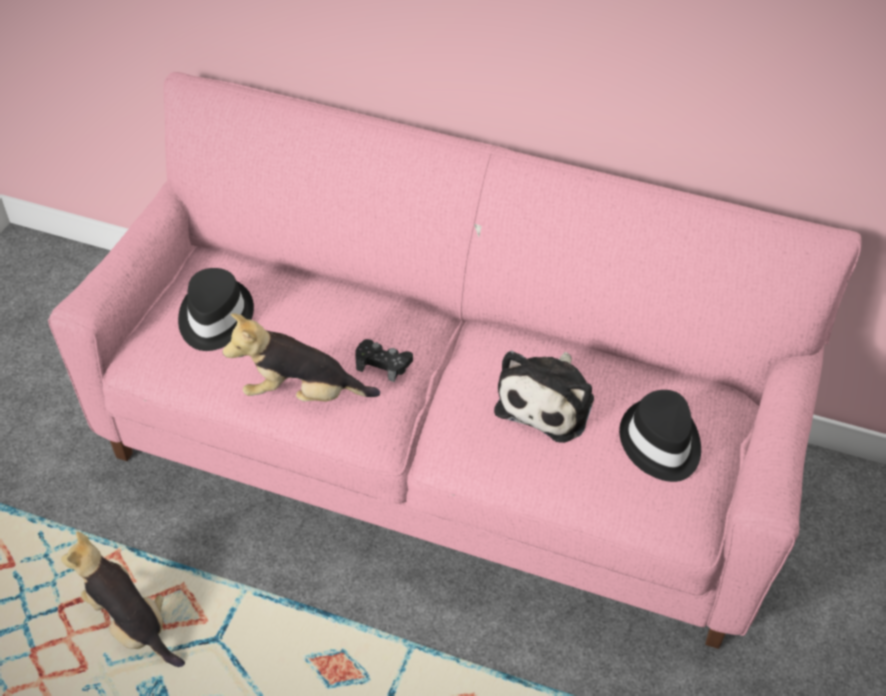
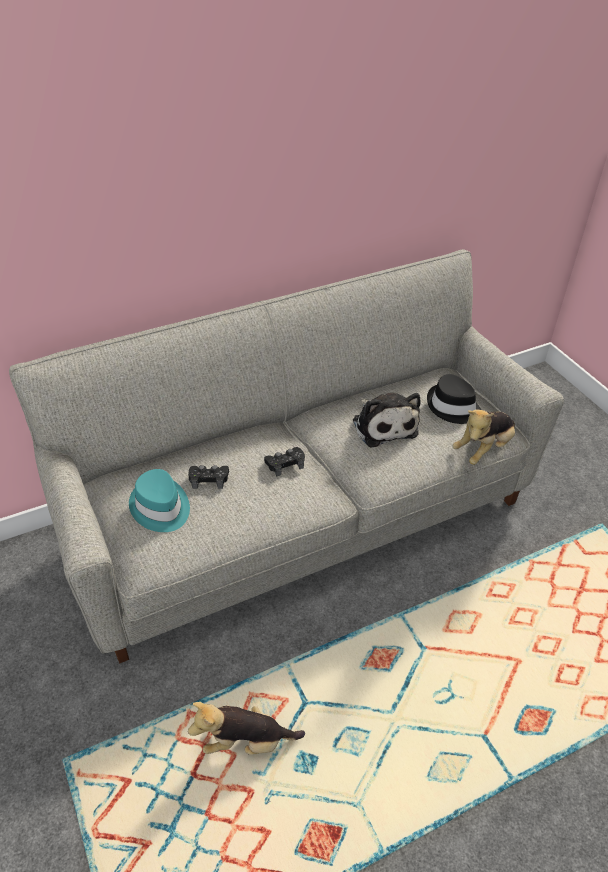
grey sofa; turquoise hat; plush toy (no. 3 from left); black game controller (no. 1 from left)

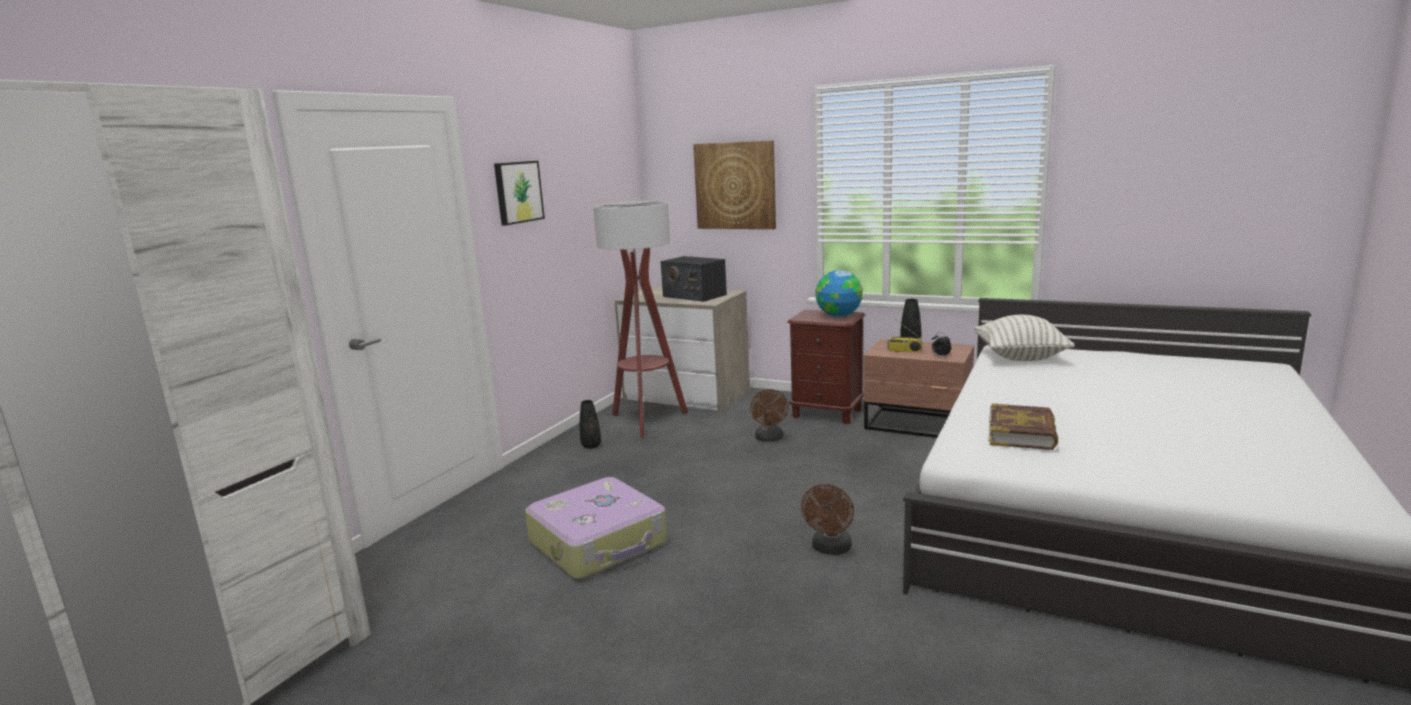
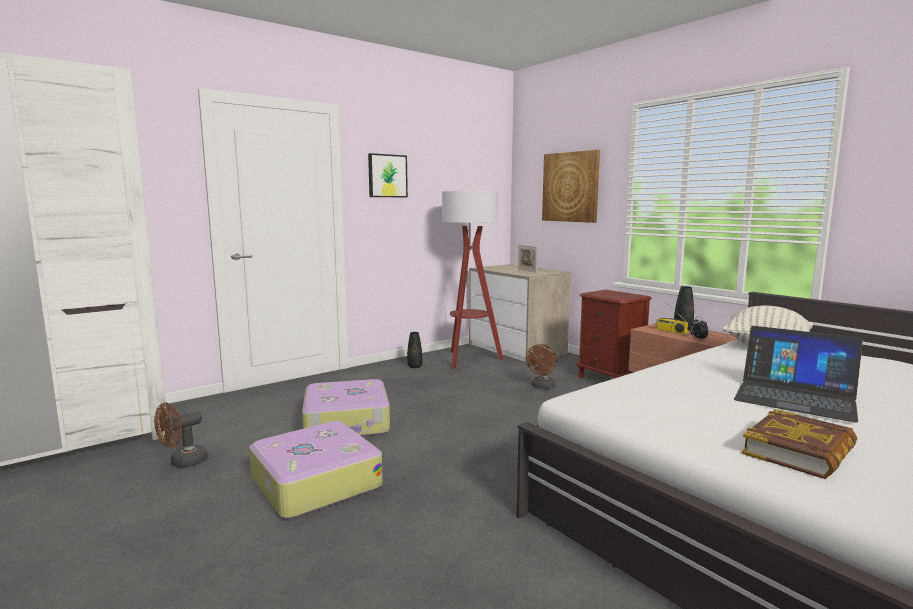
picture frame; globe; book; brown fan (no. 1 from left); laptop; suitcase (no. 1 from left)

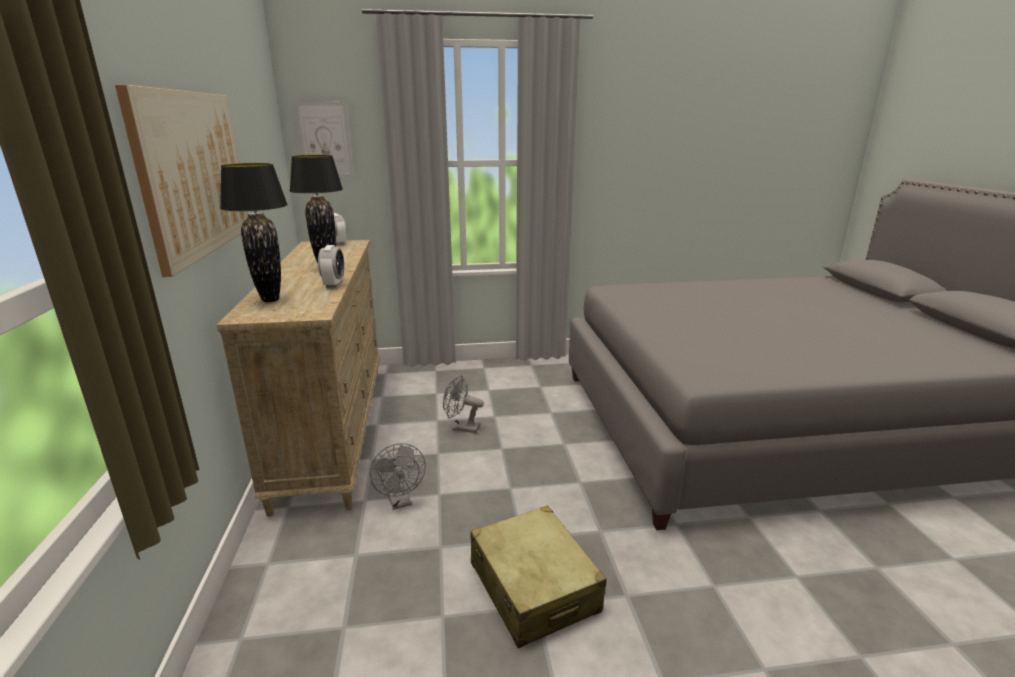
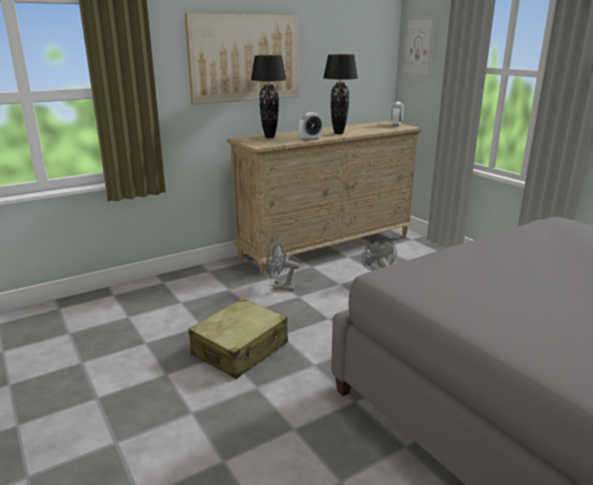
grey fan (no. 1 from left)

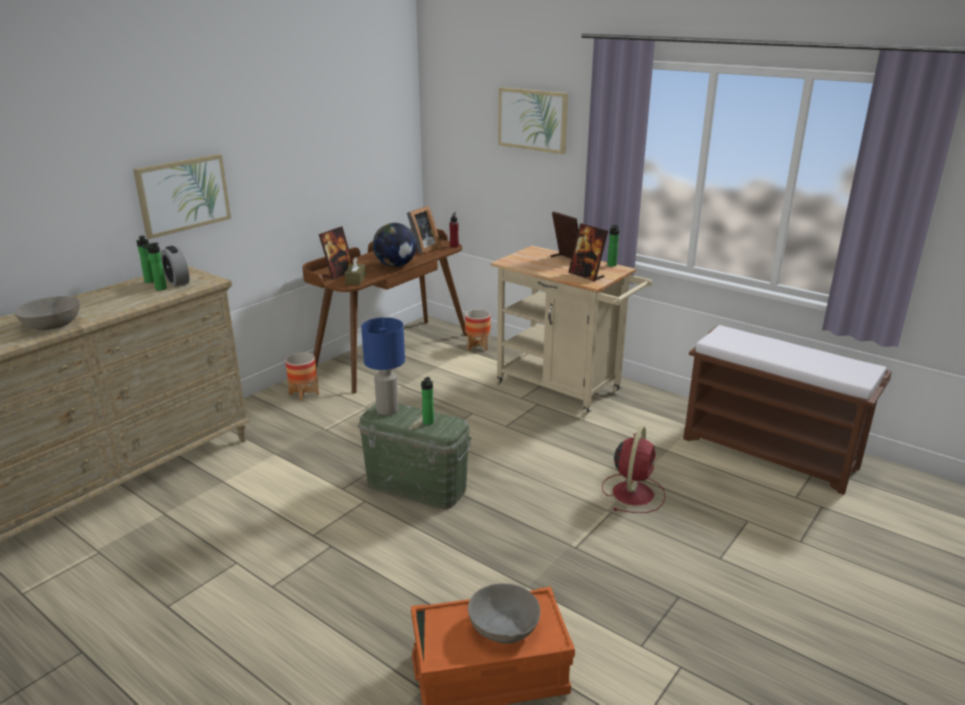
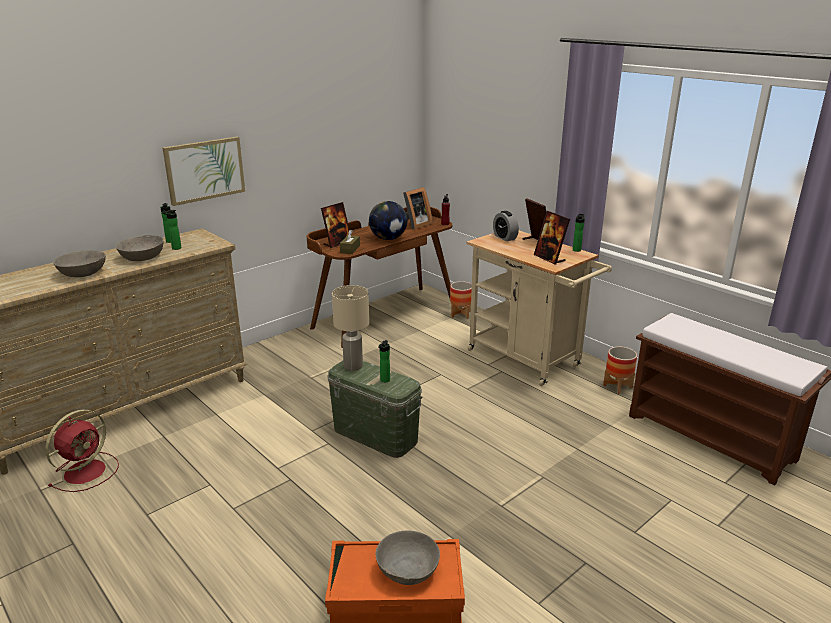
picture (no. 2 from left in the first image); alarm clock; beige table lamp; planter (no. 2 from left); red fan; grey bowl (no. 2 from left)

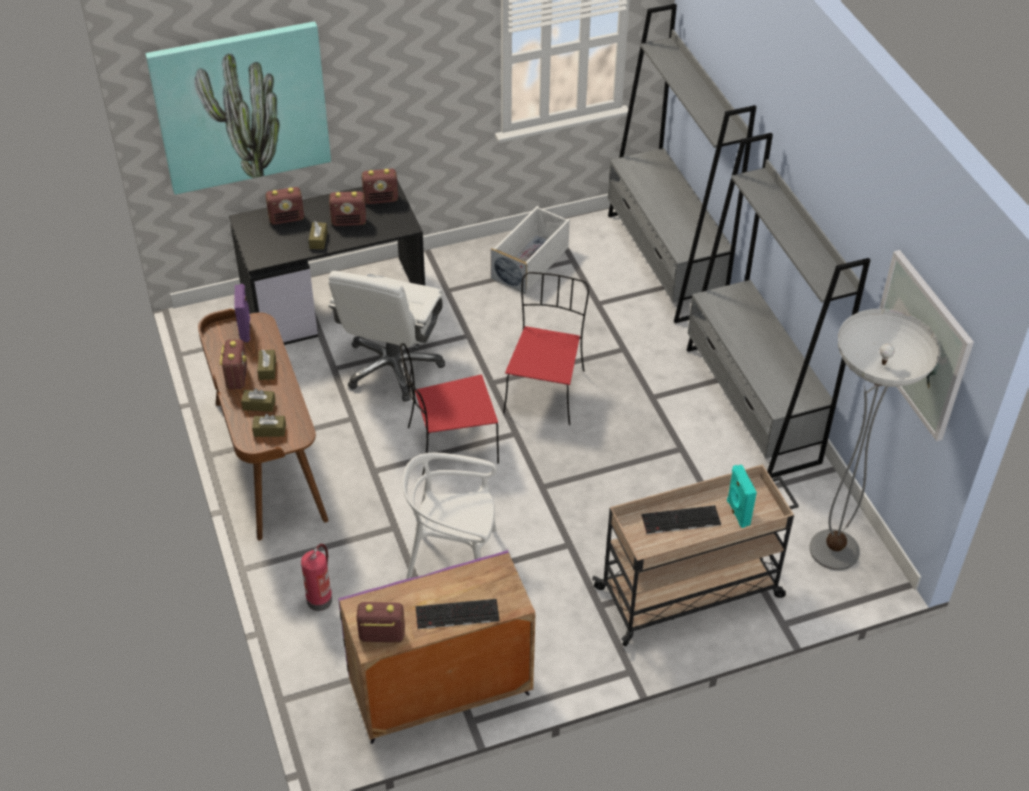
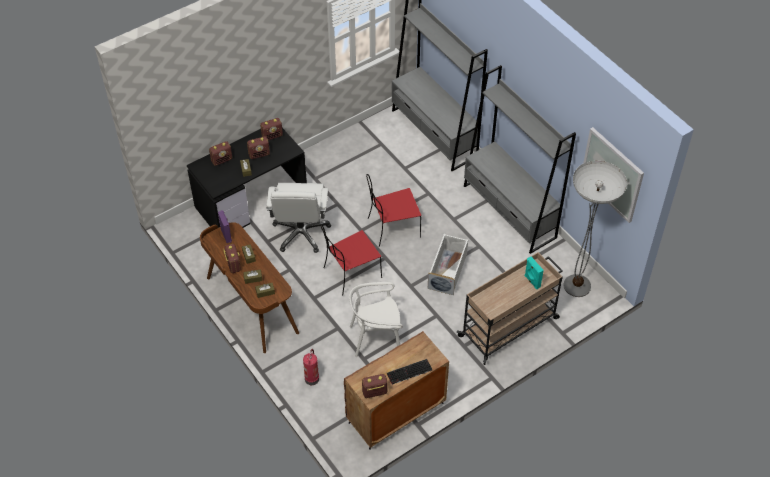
picture (no. 1 from left in the first image); white storage box; red chair (no. 2 from left); keyboard (no. 2 from left in the first image); brown cabinet

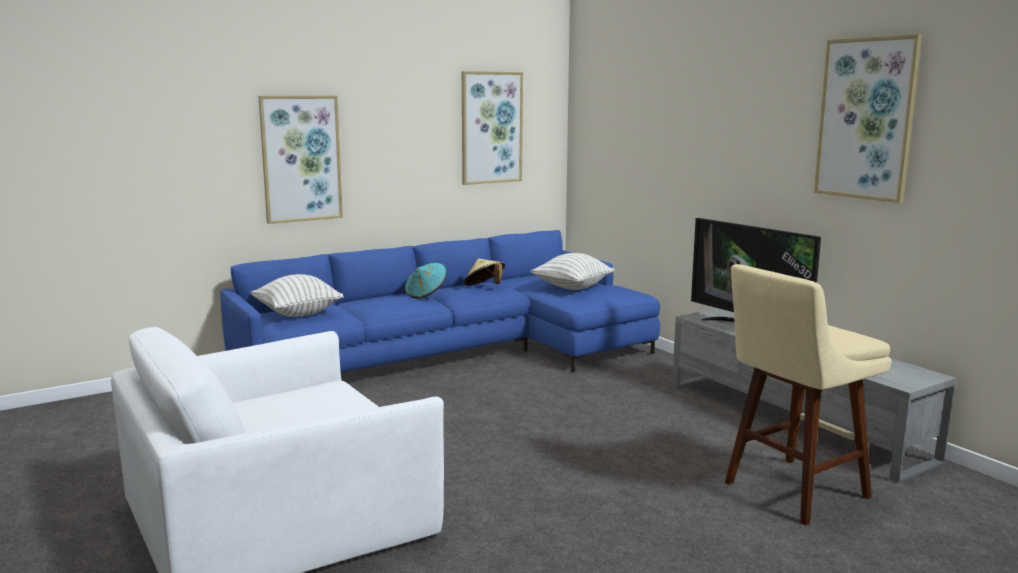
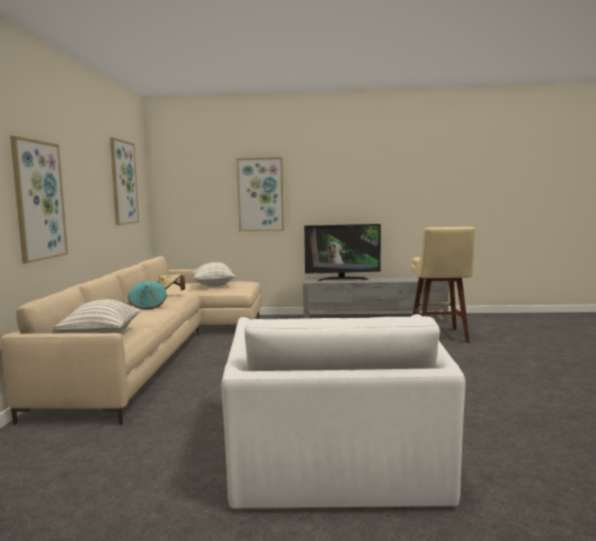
picture (no. 3 from left); beige sofa

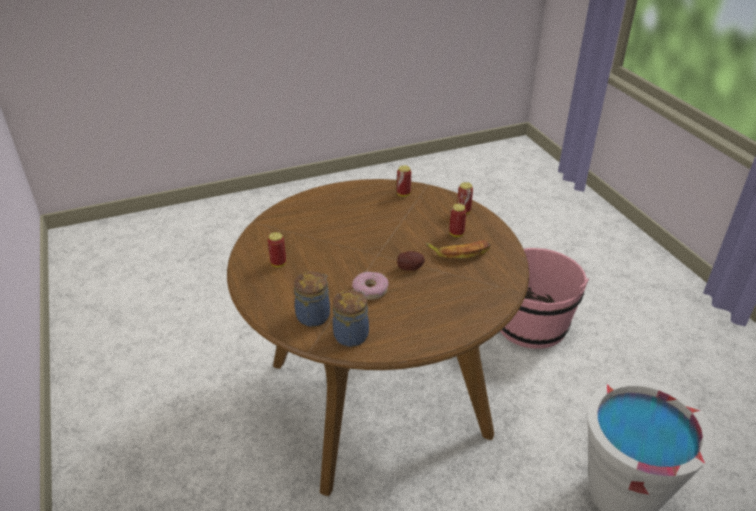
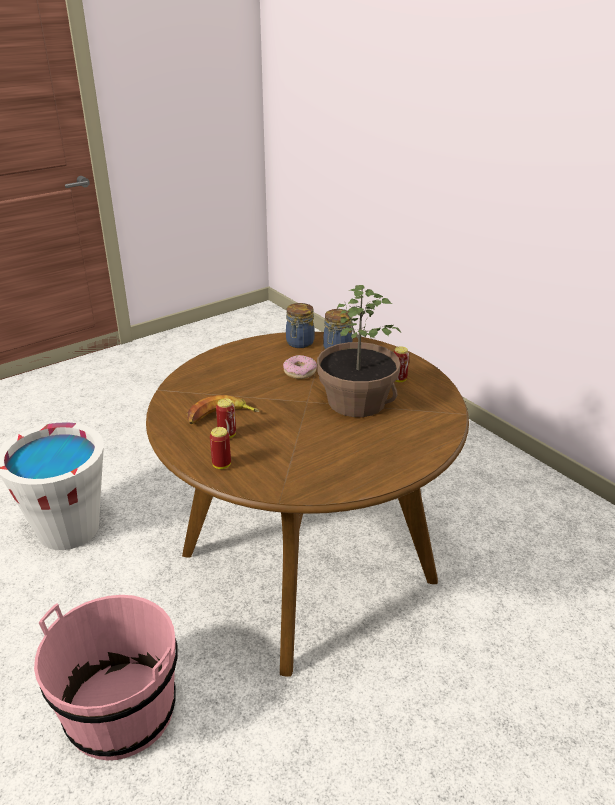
can (no. 2 from left in the first image); potato; potted plant

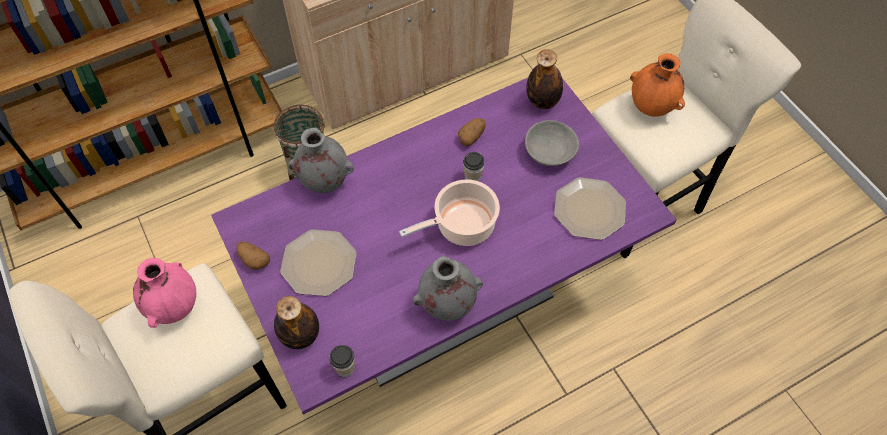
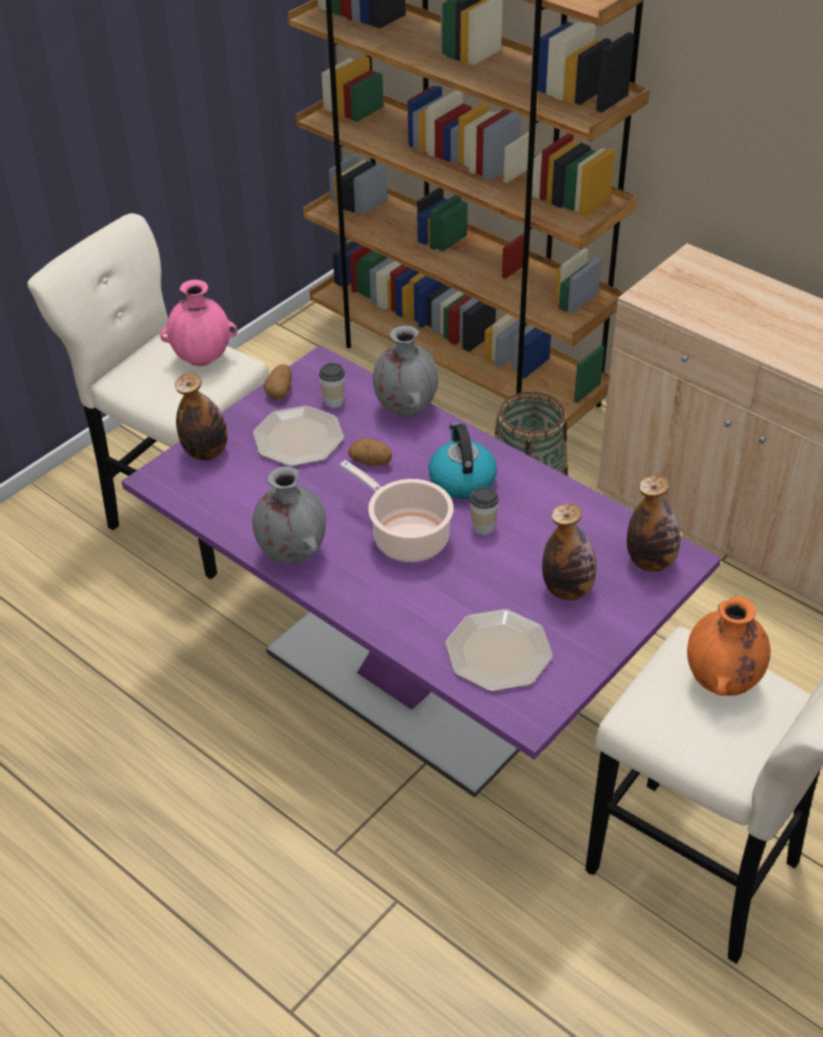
potato (no. 2 from left); bottle (no. 2 from left); cup (no. 1 from left); kettle

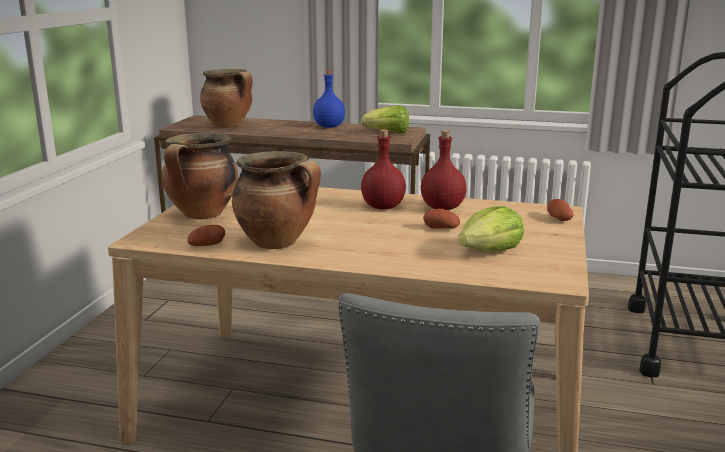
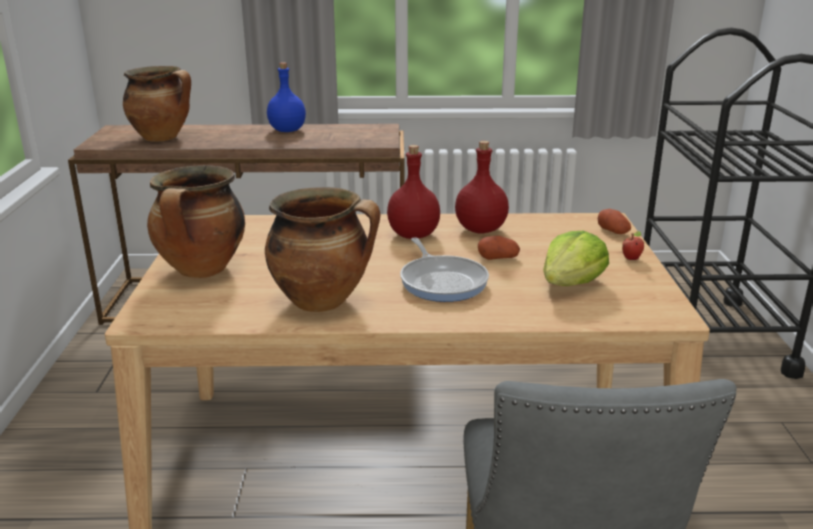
lettuce (no. 1 from left in the first image); potato (no. 1 from left in the first image); apple; frying pan

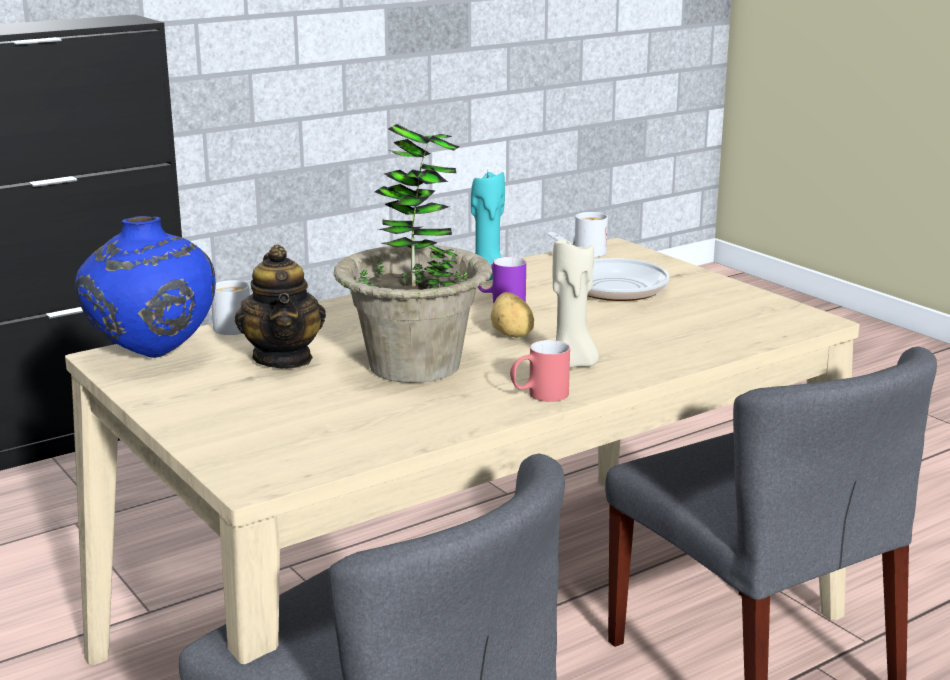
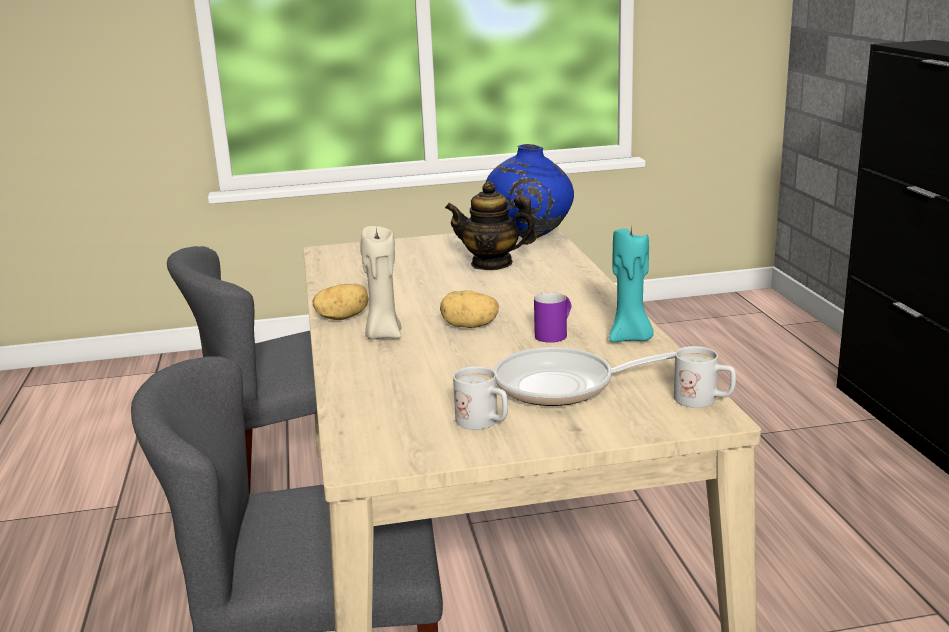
potted plant; white mug (no. 1 from left); potato (no. 1 from left)

